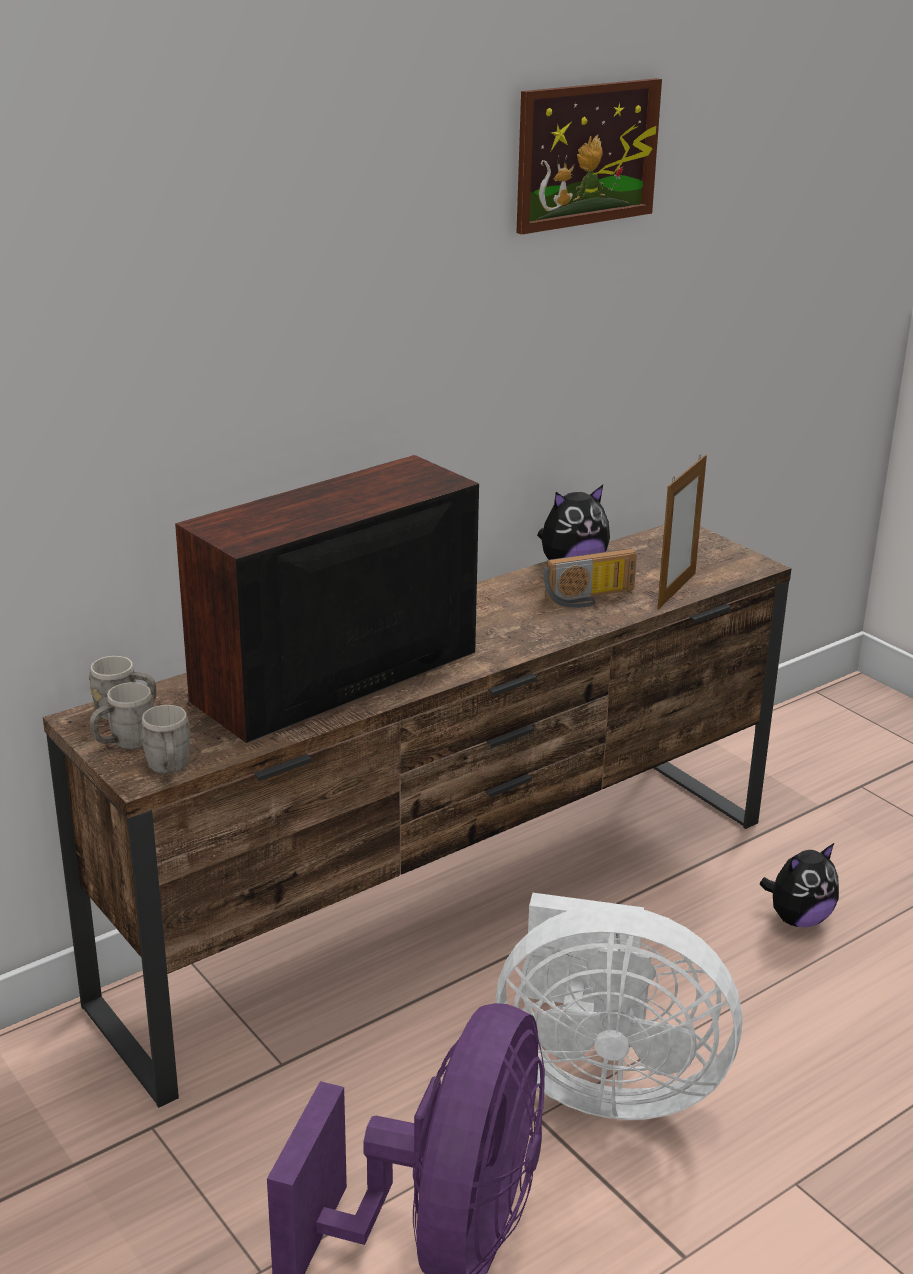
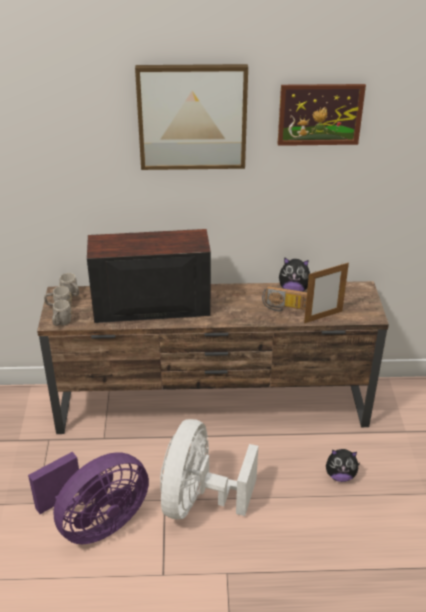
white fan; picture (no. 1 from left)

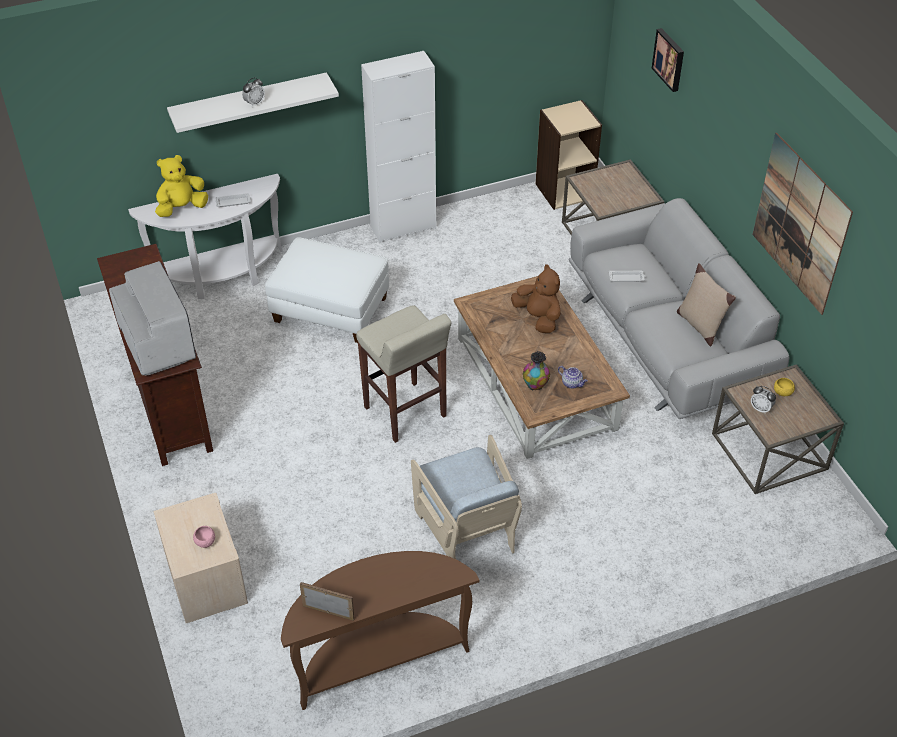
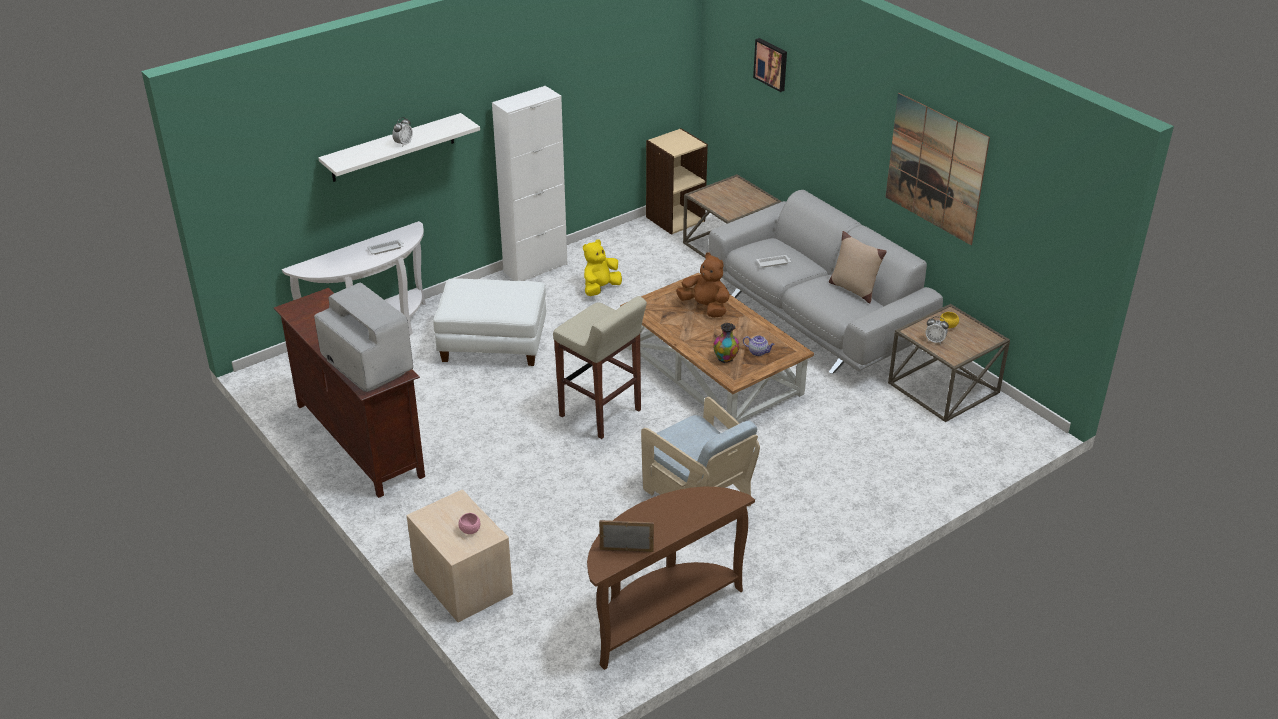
yellow plush toy

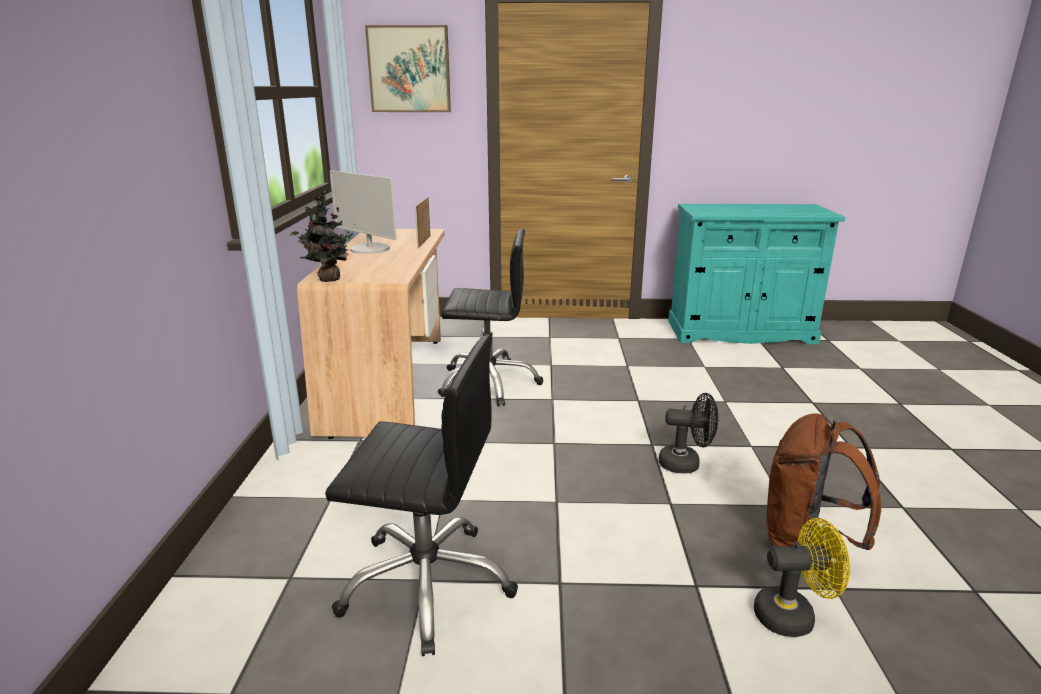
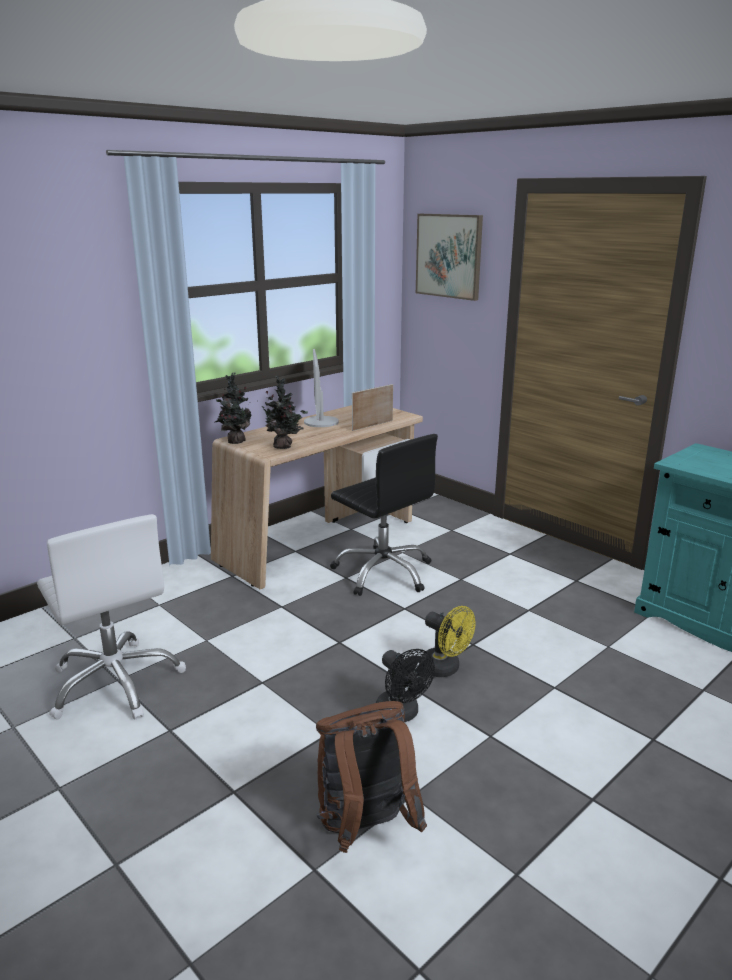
white office chair; yellow fan; potted plant (no. 2 from left)

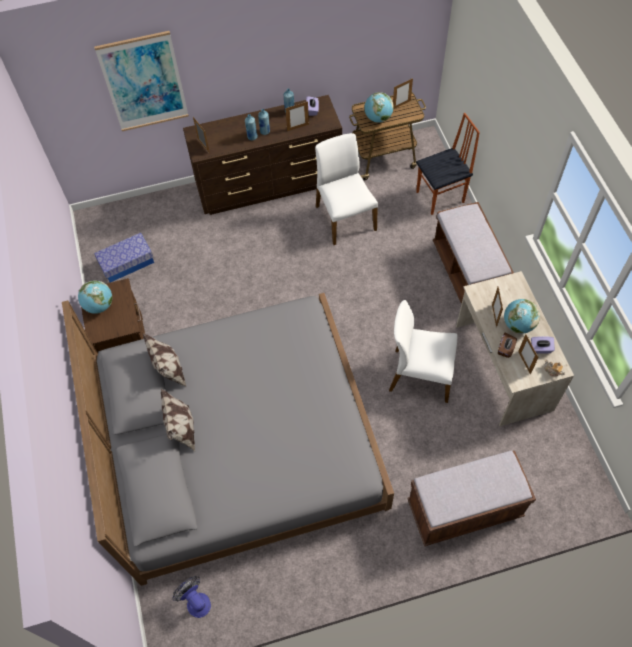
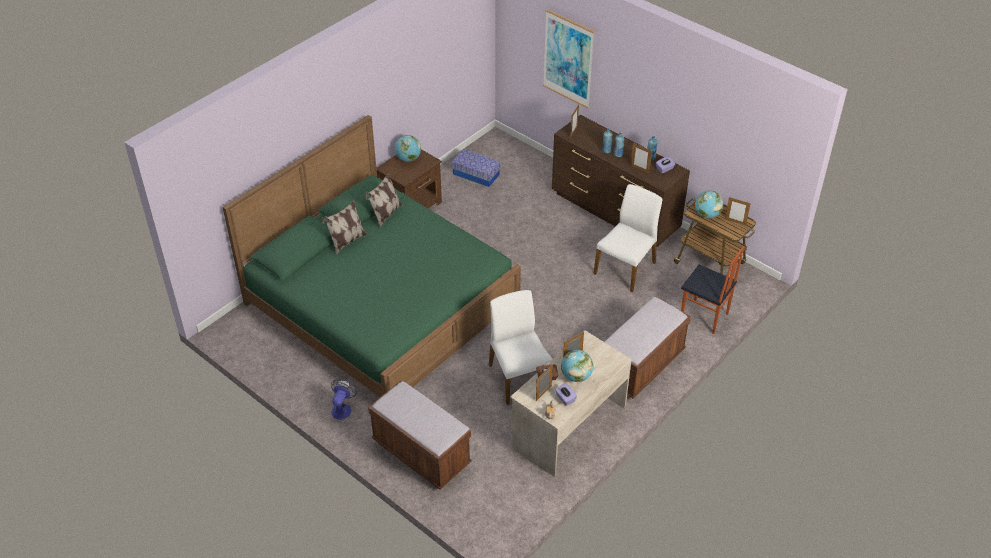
green bed; fan

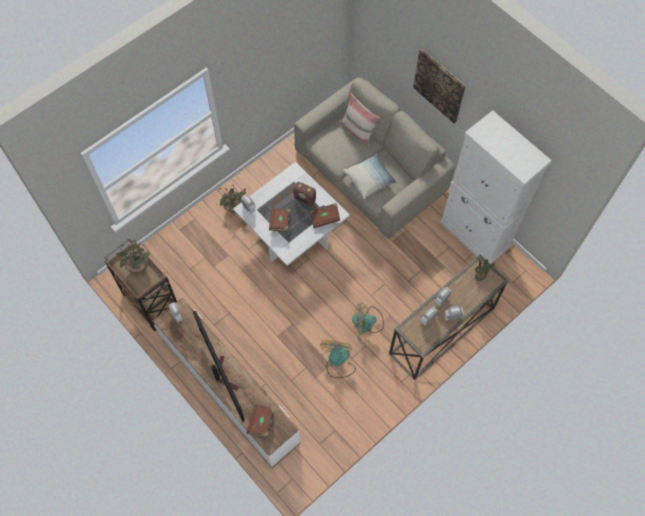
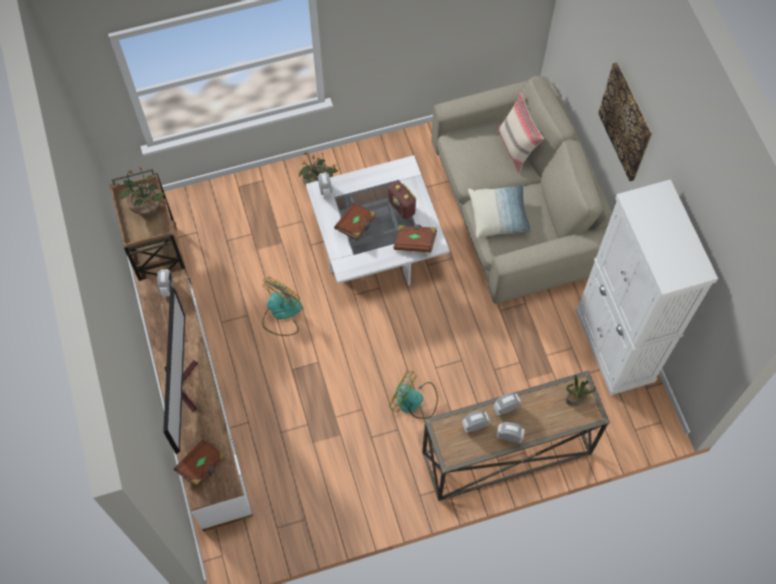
fan (no. 1 from left)

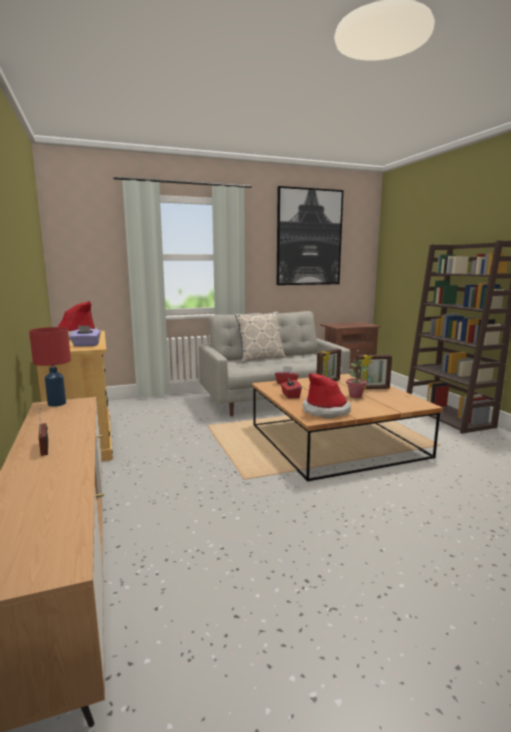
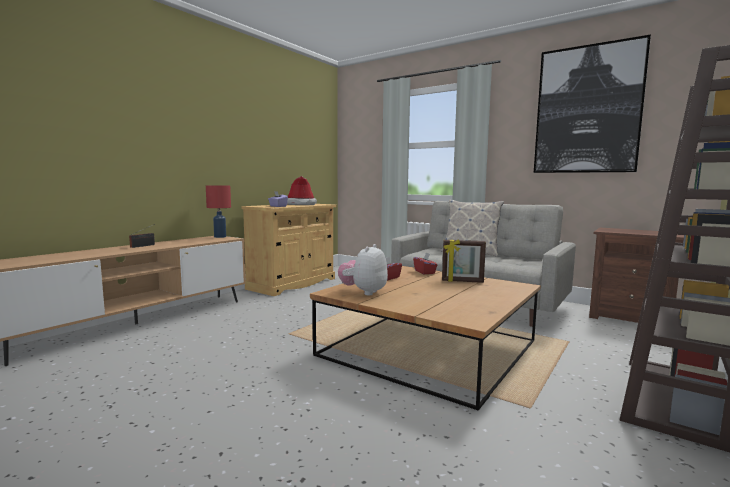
picture frame (no. 2 from left in the first image); potted plant; plush toy

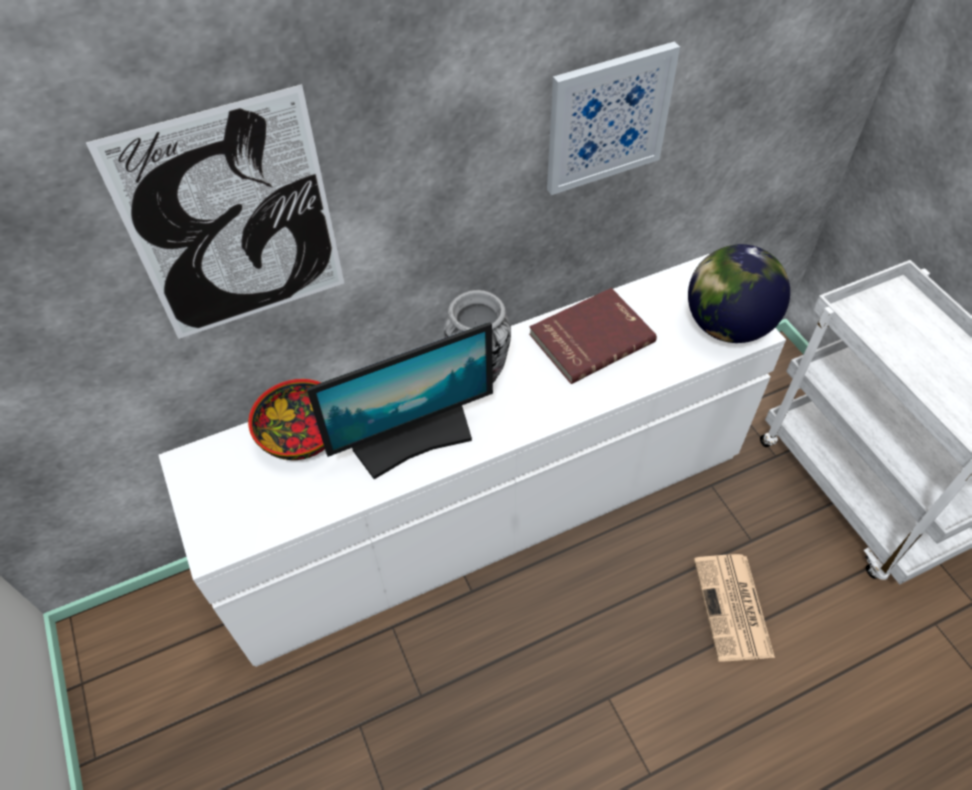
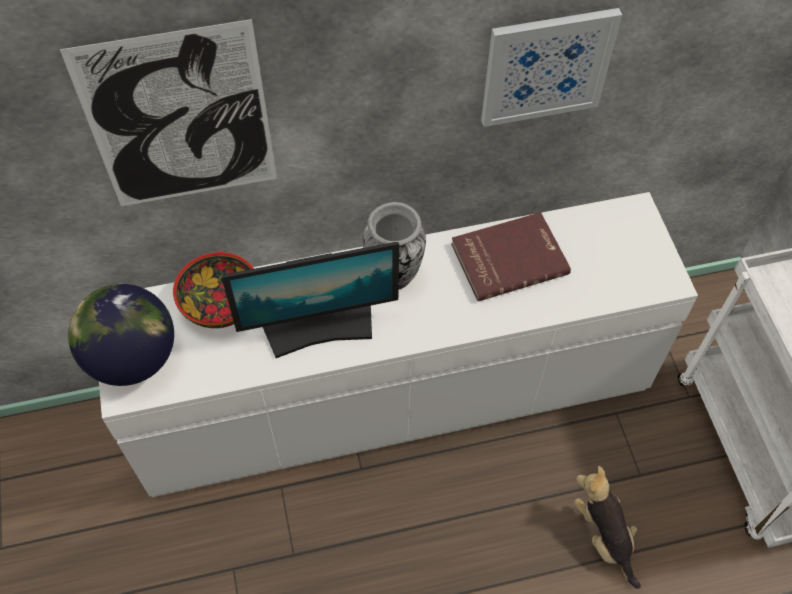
globe; plush toy

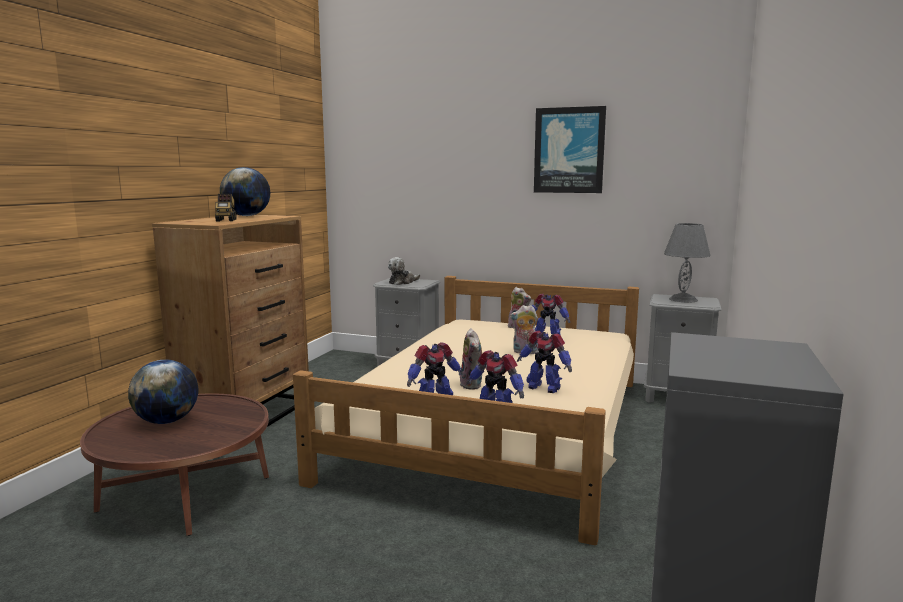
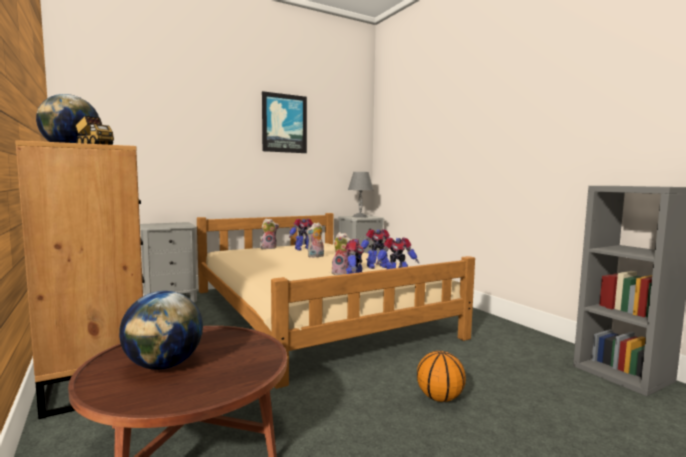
plush toy (no. 1 from left in the first image); basketball

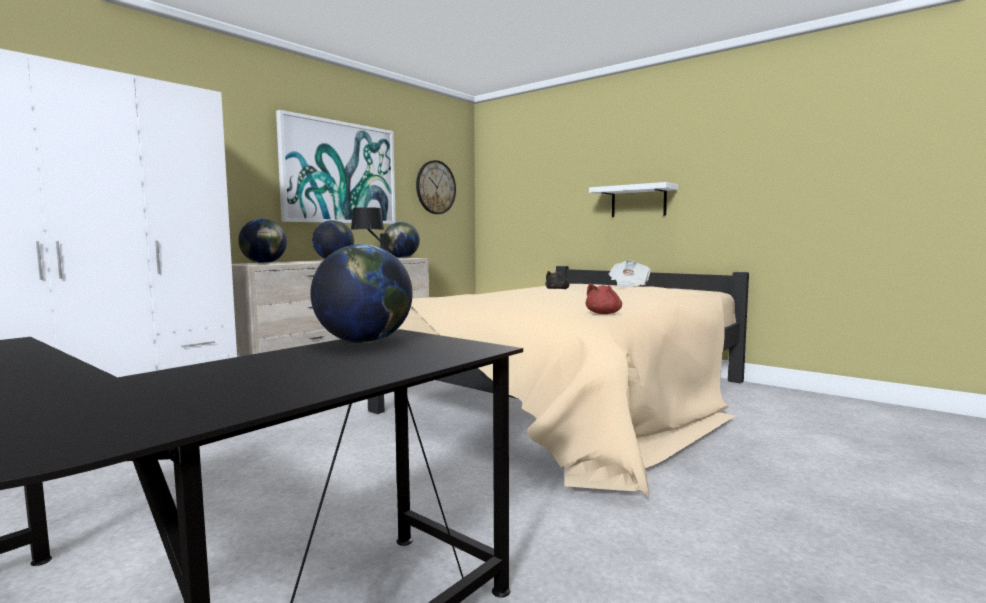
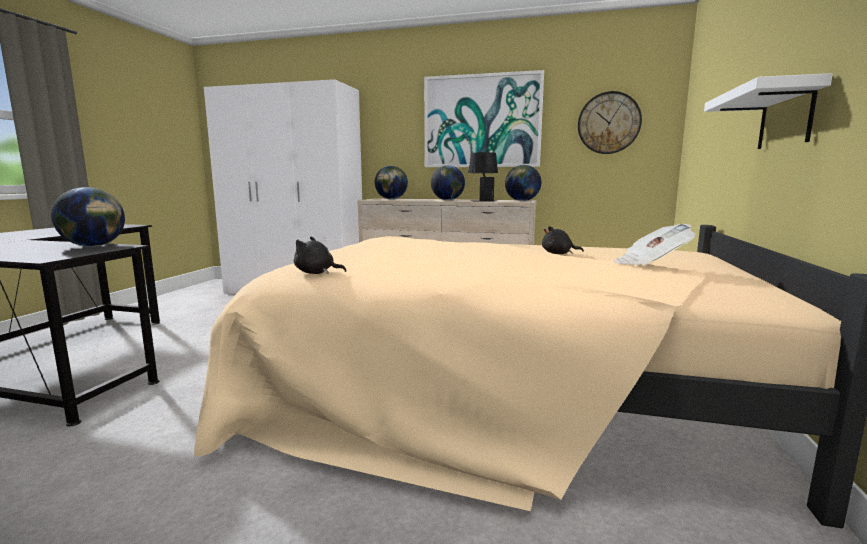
black plush toy (no. 1 from left)

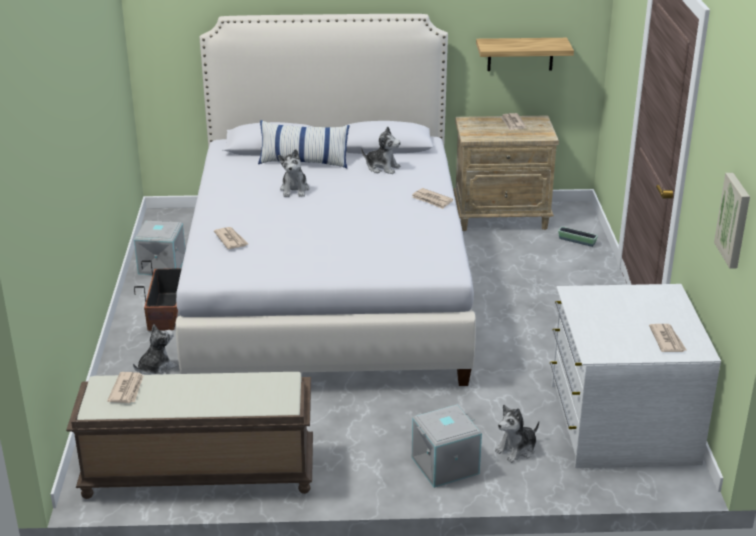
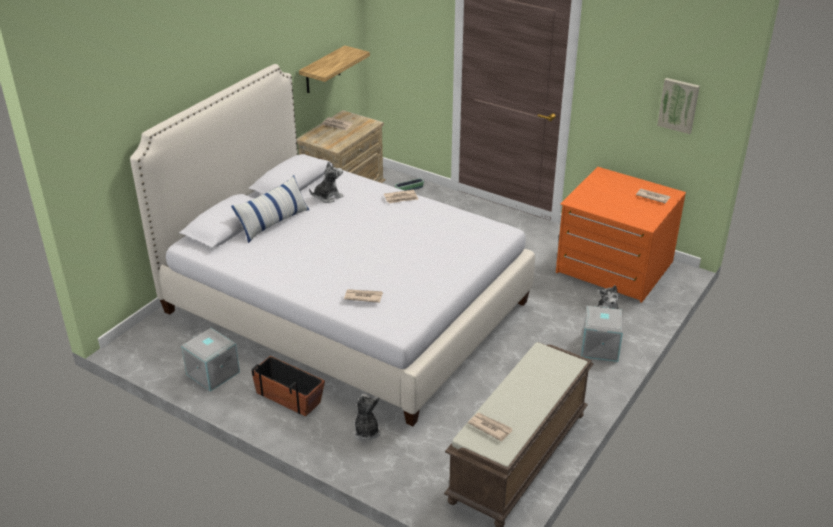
plush toy (no. 2 from left in the first image); orange dresser

